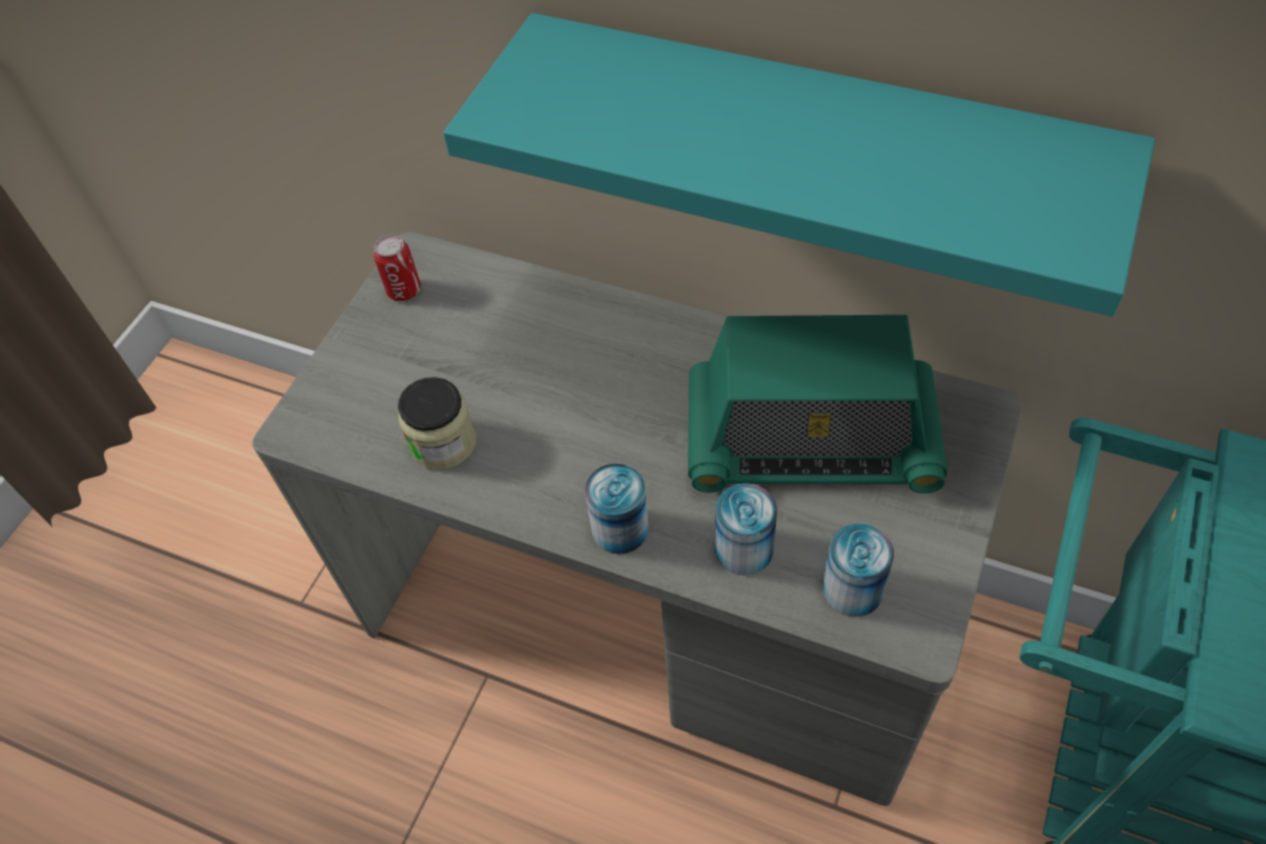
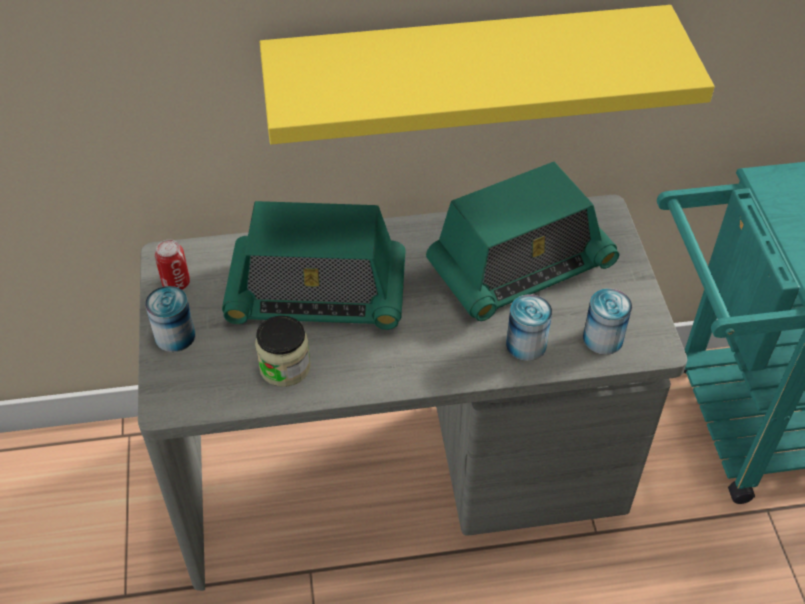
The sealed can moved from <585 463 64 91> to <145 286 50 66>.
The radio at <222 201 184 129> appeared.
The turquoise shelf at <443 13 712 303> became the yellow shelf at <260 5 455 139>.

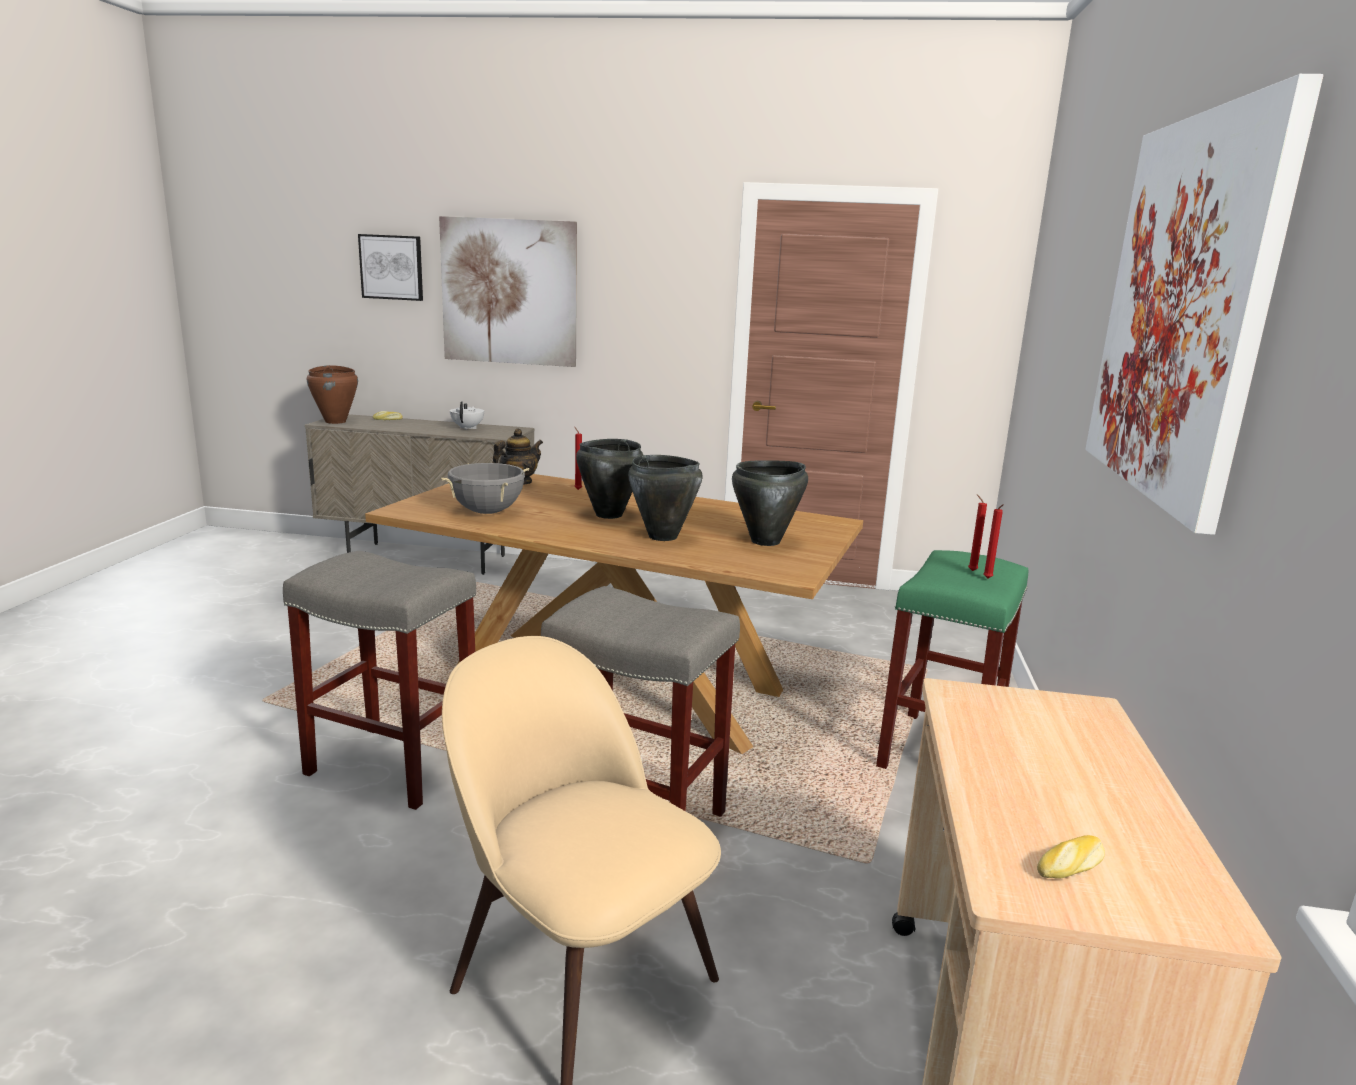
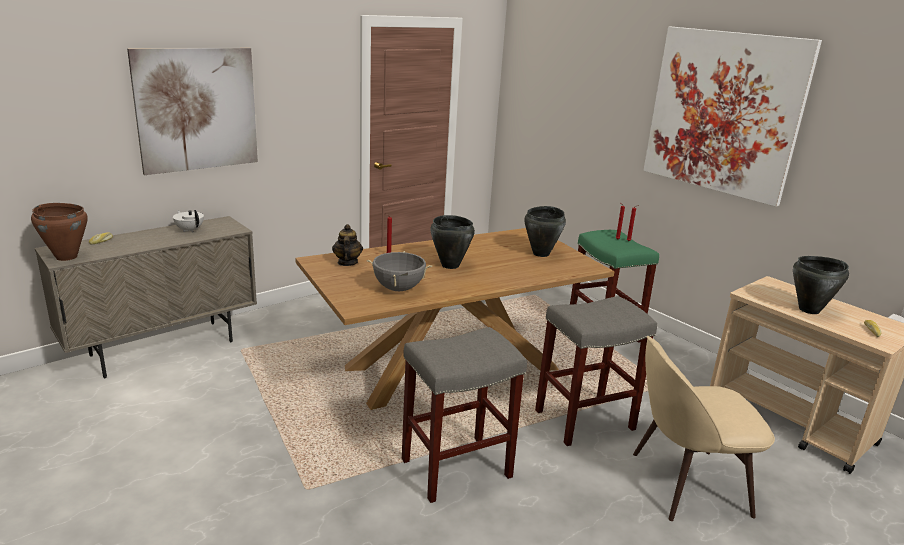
The black-coloured stockpot moved from <628 455 75 86> to <793 256 56 58>.
The picture at <358 234 65 67> disappeared.

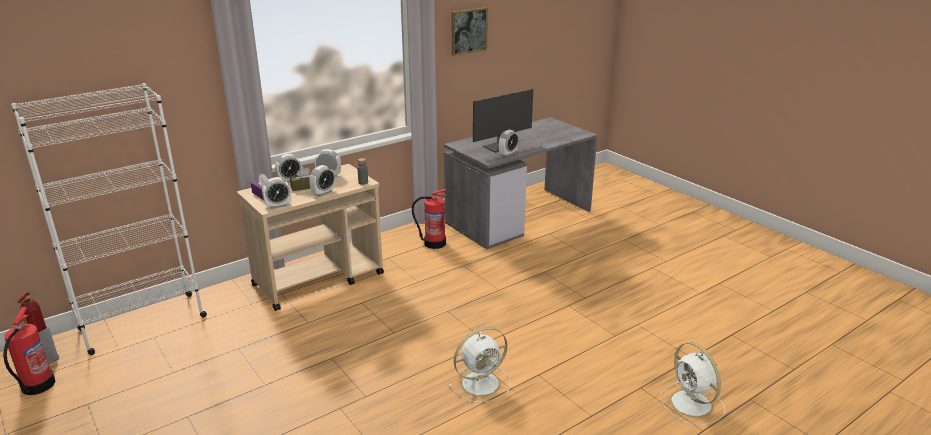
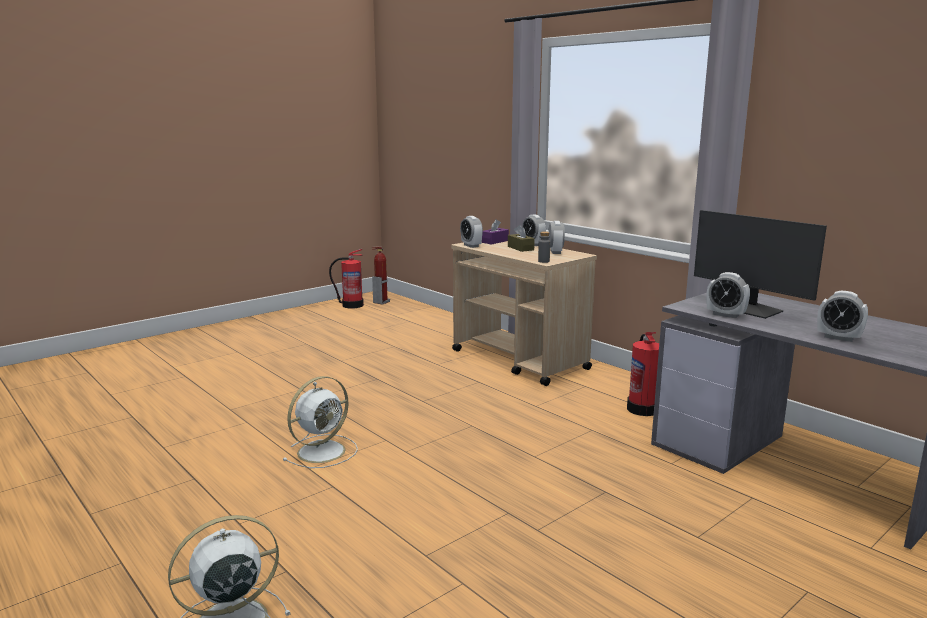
The whitish fan at <449 327 61 76> turned 105 degrees counterclockwise.
The table clock moved from <309 165 26 31> to <817 291 51 51>.
The whitish bookcase at <11 83 196 272> disappeared.
The picture at <451 7 37 49> disappeared.

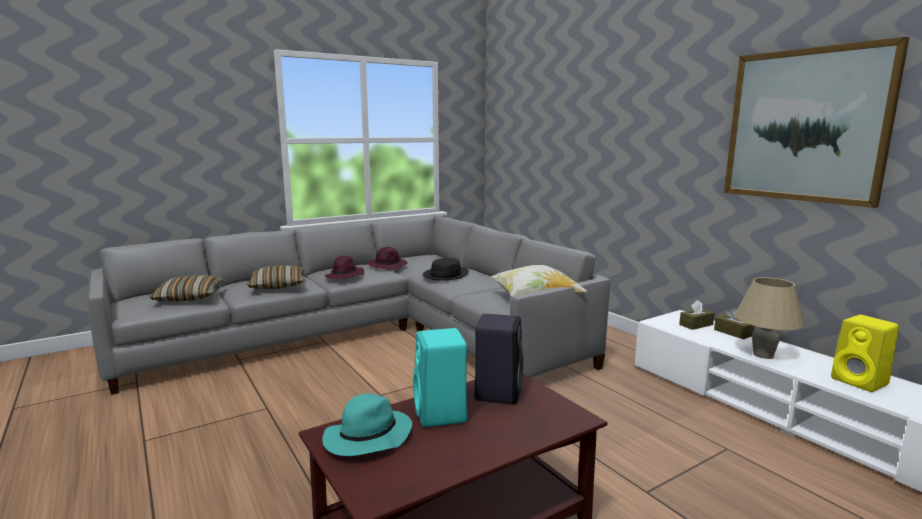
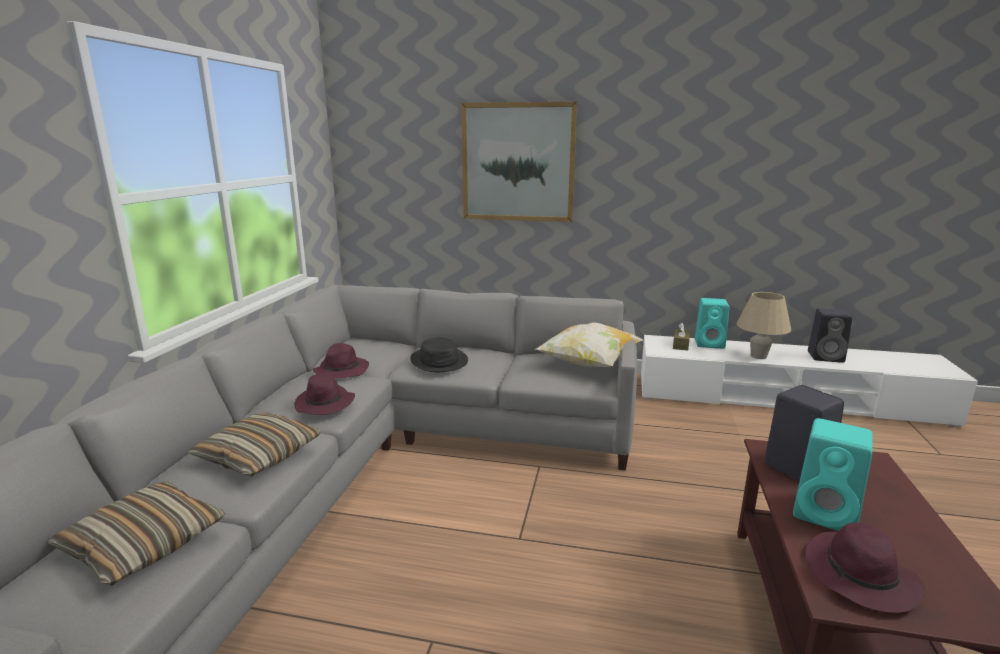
The picture moved from <724 37 186 171> to <461 102 116 120>.
The brown-coloured tissue box at <714 307 40 32> was replaced by the turquoise loudspeaker at <695 298 34 51>.
The turquoise hat at <322 393 90 63> became the purple hat at <805 523 120 90>.
The yellow loudspeaker at <831 315 68 77> became the black-coloured loudspeaker at <808 308 44 55>.

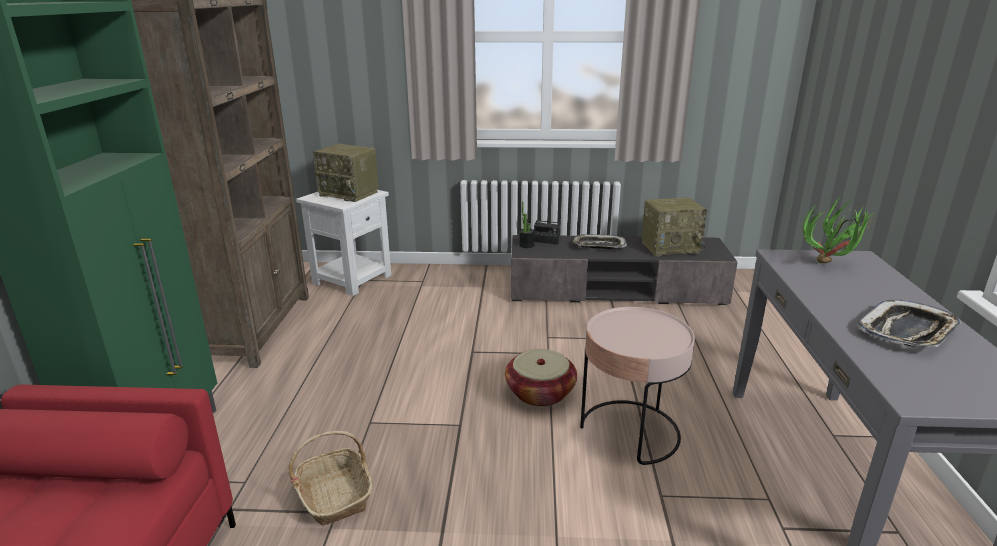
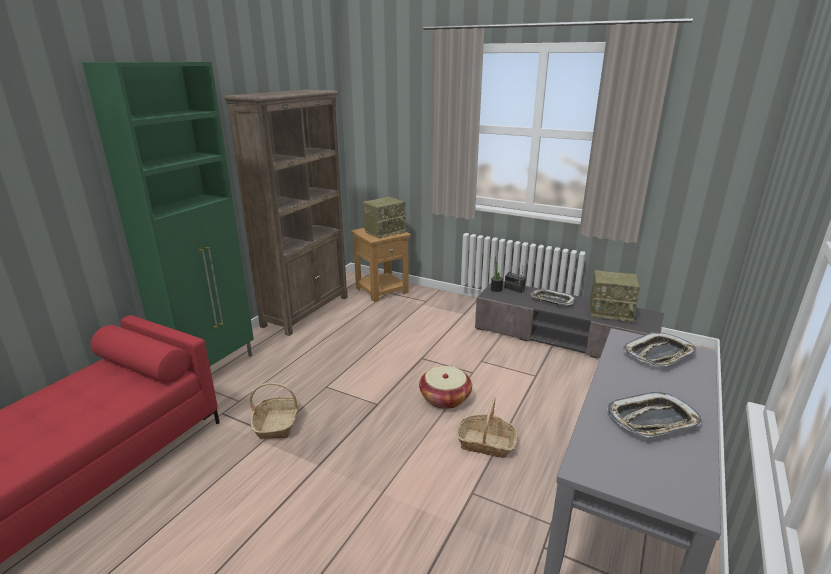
The whitish end table at <296 190 95 106> became the brown-coloured end table at <350 228 61 74>.
The radio at <313 144 66 58> turned 90 degrees counterclockwise.
The pink-coloured end table at <580 307 115 158> was replaced by the household basket at <457 397 61 61>.
The potted plant at <803 196 72 67> was replaced by the tray at <623 332 74 34>.

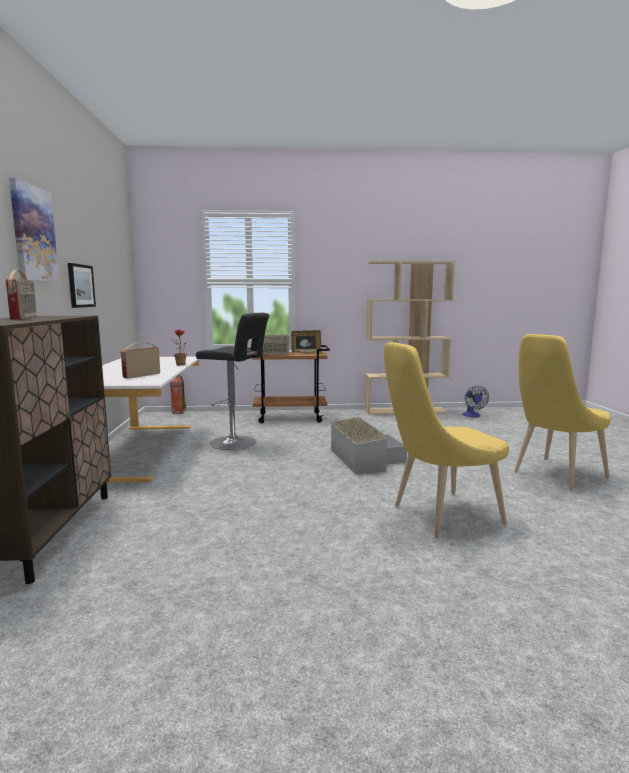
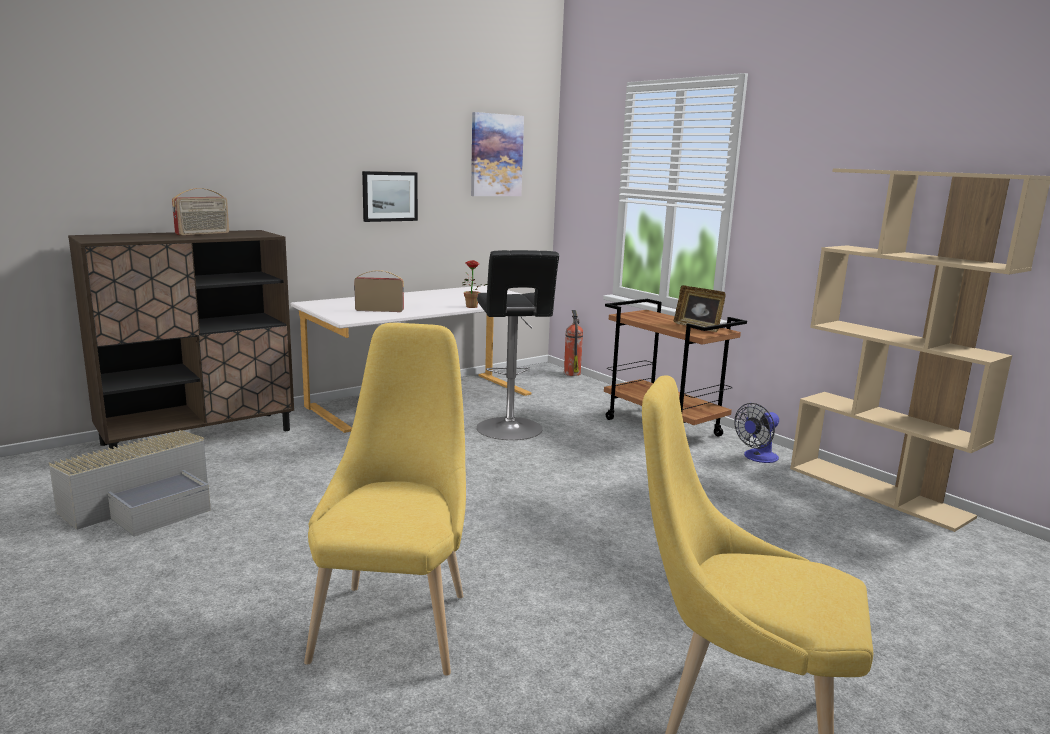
The greyish storage container moved from <331 417 76 58> to <49 430 162 107>.
The yellow chair at <384 342 125 195> turned 60 degrees clockwise.
The picture moved from <9 178 50 104> to <471 112 53 84>.
The fan moved from <462 386 27 31> to <734 403 45 60>.
The radio at <263 330 26 25> disappeared.

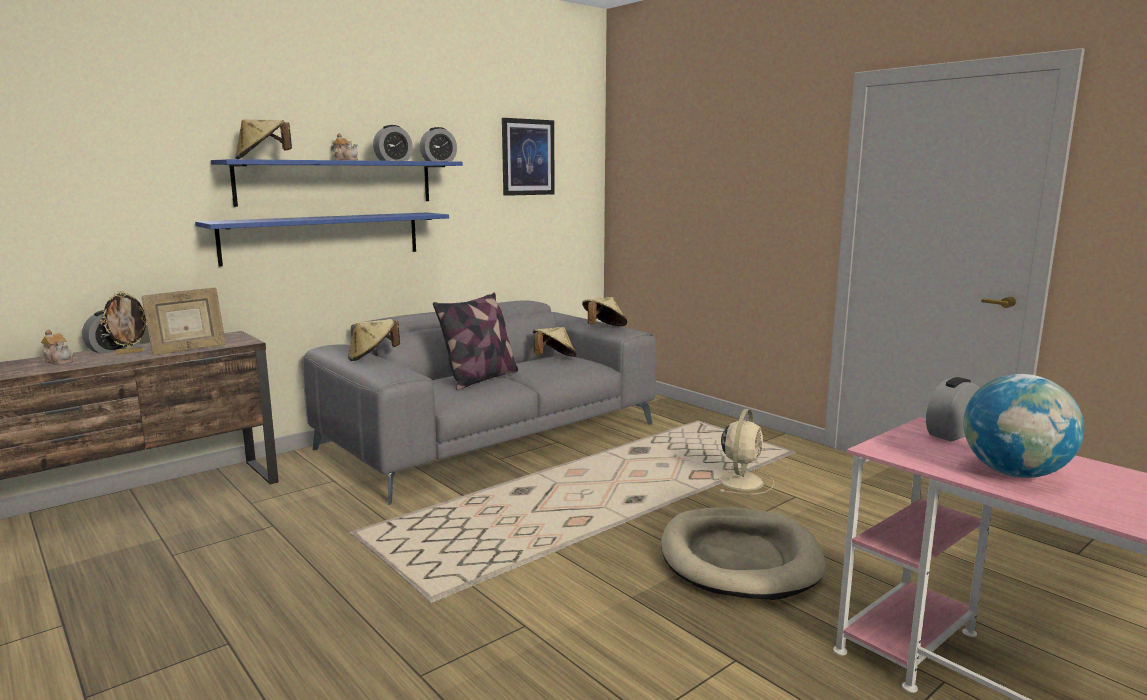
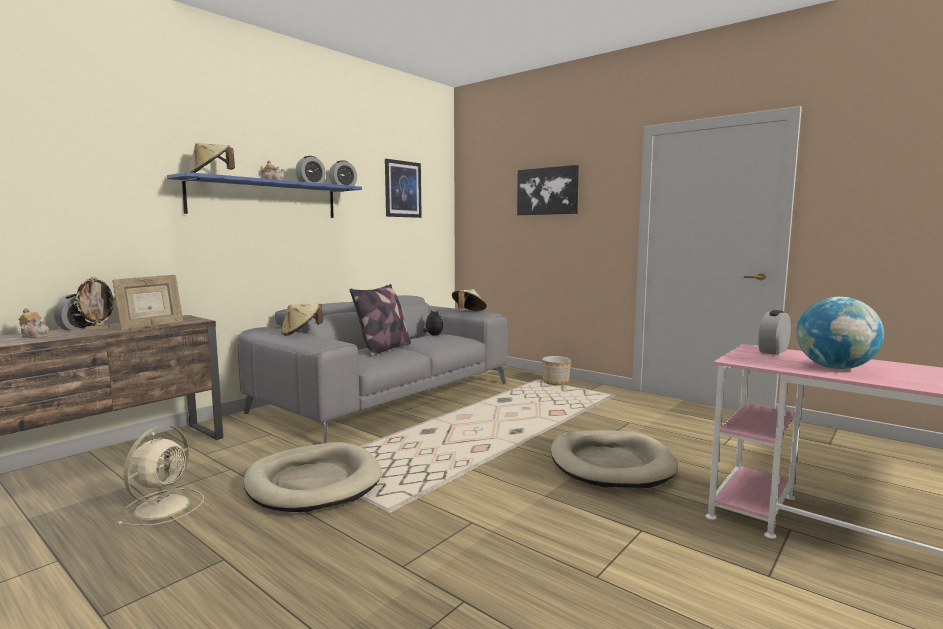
The sand-coloured fan moved from <710 409 64 85> to <116 425 88 101>.
The sand-coloured pet bed at <244 442 138 70> appeared.
The sand-coloured hat at <533 327 44 30> was replaced by the soft toy at <423 309 20 27>.
The picture at <517 165 62 50> appeared.
The planter at <542 356 29 29> appeared.
The blue shelf at <195 213 254 53> disappeared.

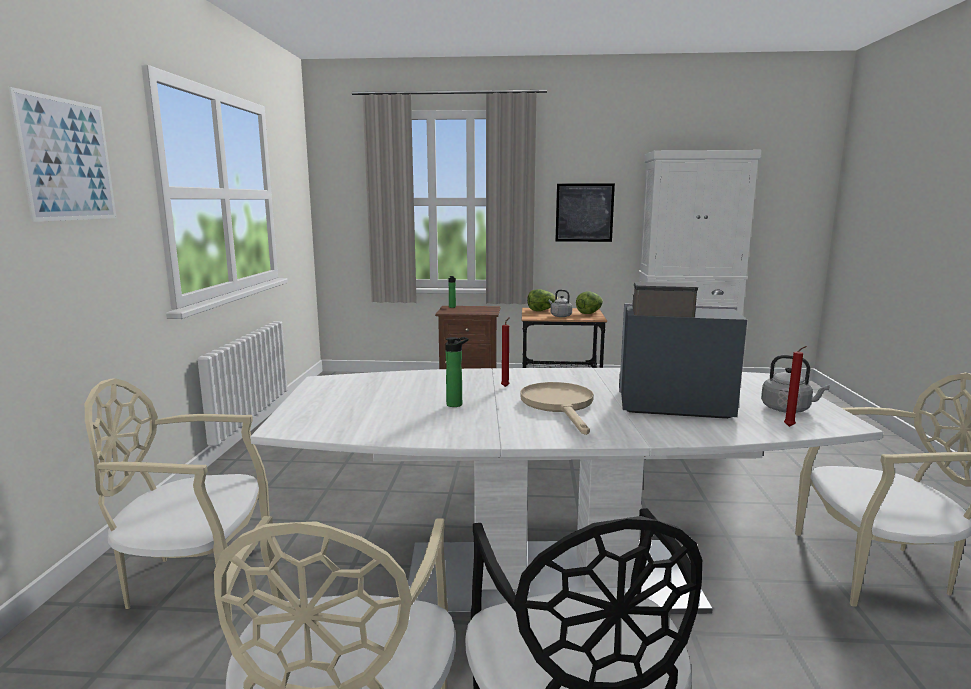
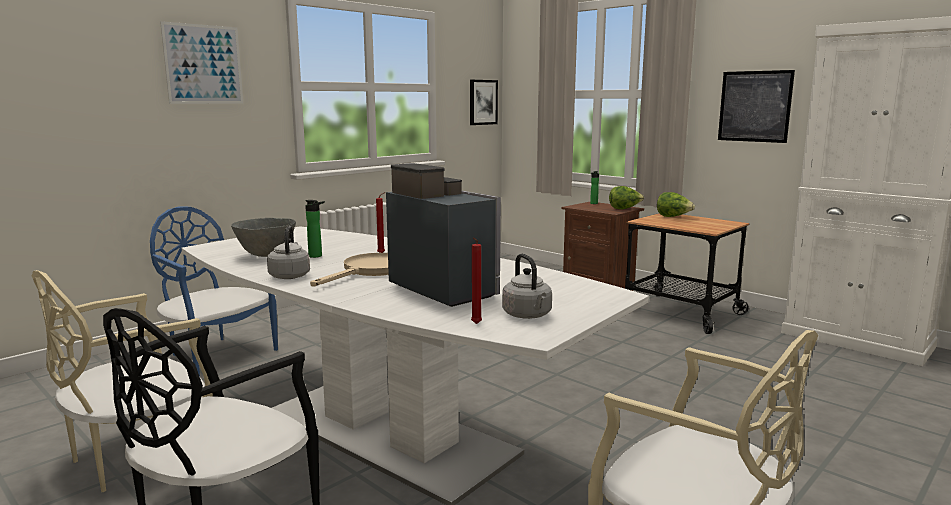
The sand-coloured chair at <85 378 185 242> became the blue chair at <150 206 128 171>.
The greyish bowl at <231 218 65 39> appeared.
The greyish water kettle moved from <549 290 23 27> to <267 226 43 53>.
The picture at <470 80 28 45> appeared.
The lettuce moved from <576 291 27 23> to <609 186 35 23>.

